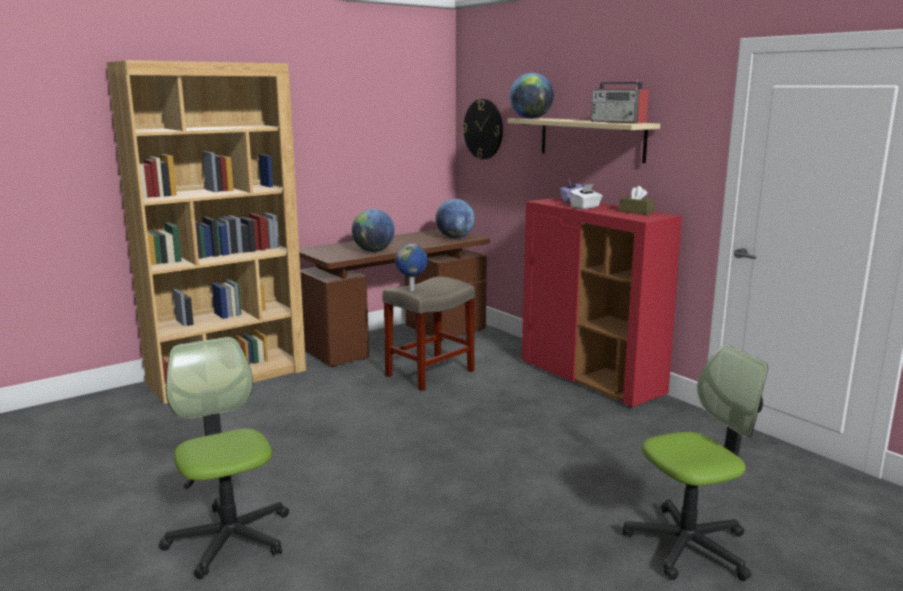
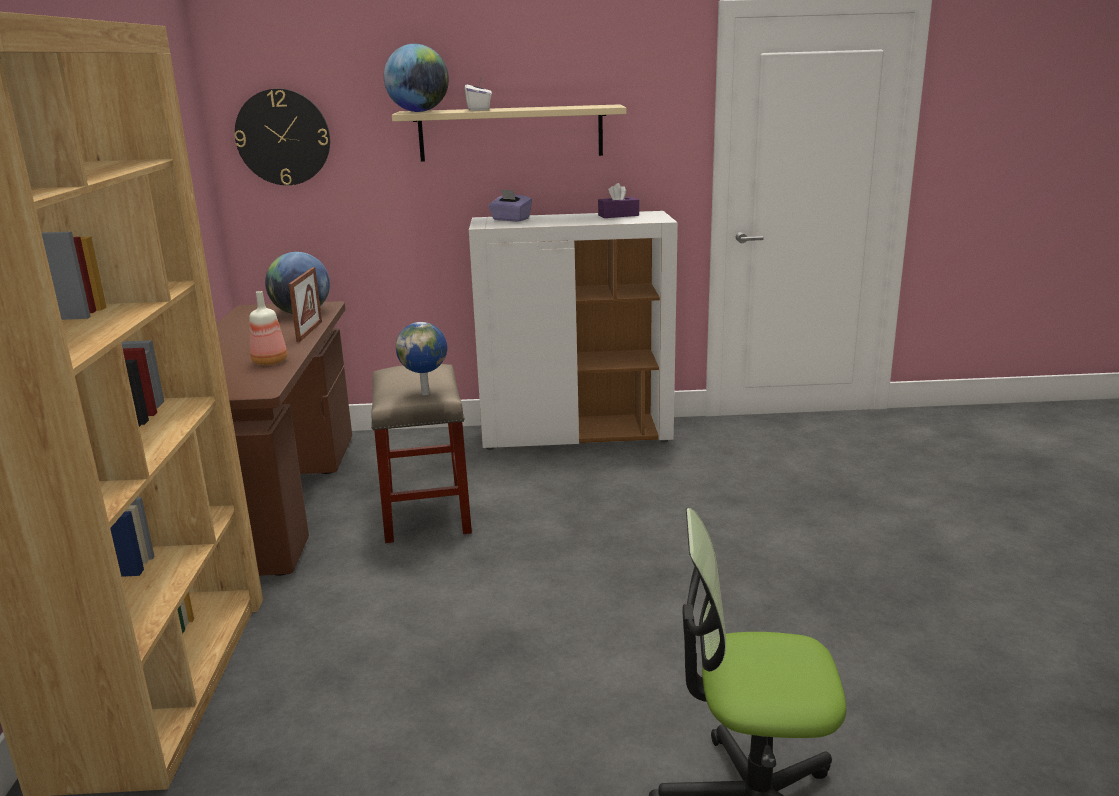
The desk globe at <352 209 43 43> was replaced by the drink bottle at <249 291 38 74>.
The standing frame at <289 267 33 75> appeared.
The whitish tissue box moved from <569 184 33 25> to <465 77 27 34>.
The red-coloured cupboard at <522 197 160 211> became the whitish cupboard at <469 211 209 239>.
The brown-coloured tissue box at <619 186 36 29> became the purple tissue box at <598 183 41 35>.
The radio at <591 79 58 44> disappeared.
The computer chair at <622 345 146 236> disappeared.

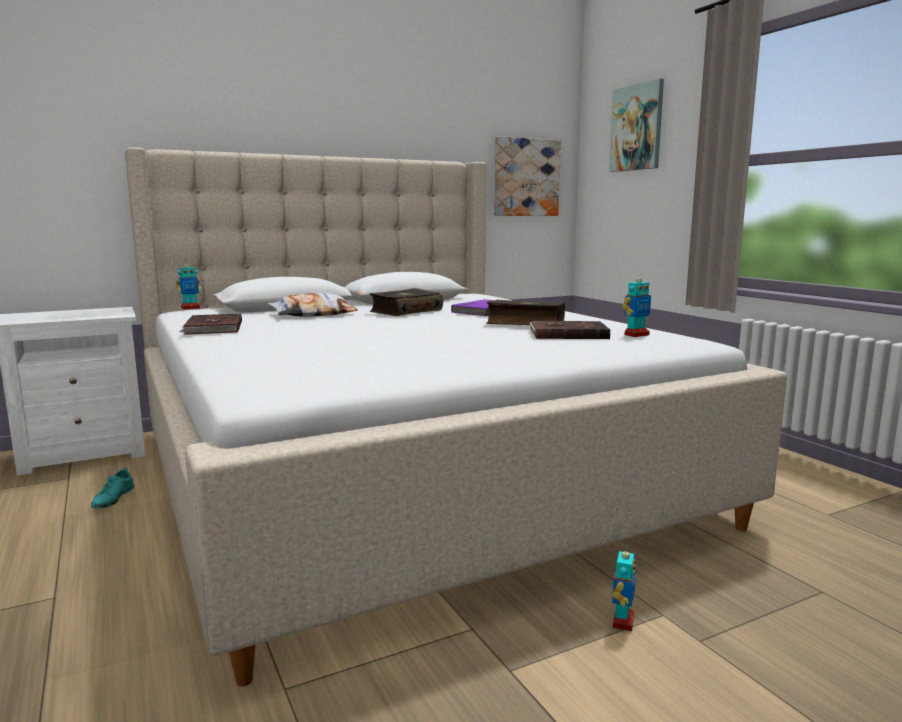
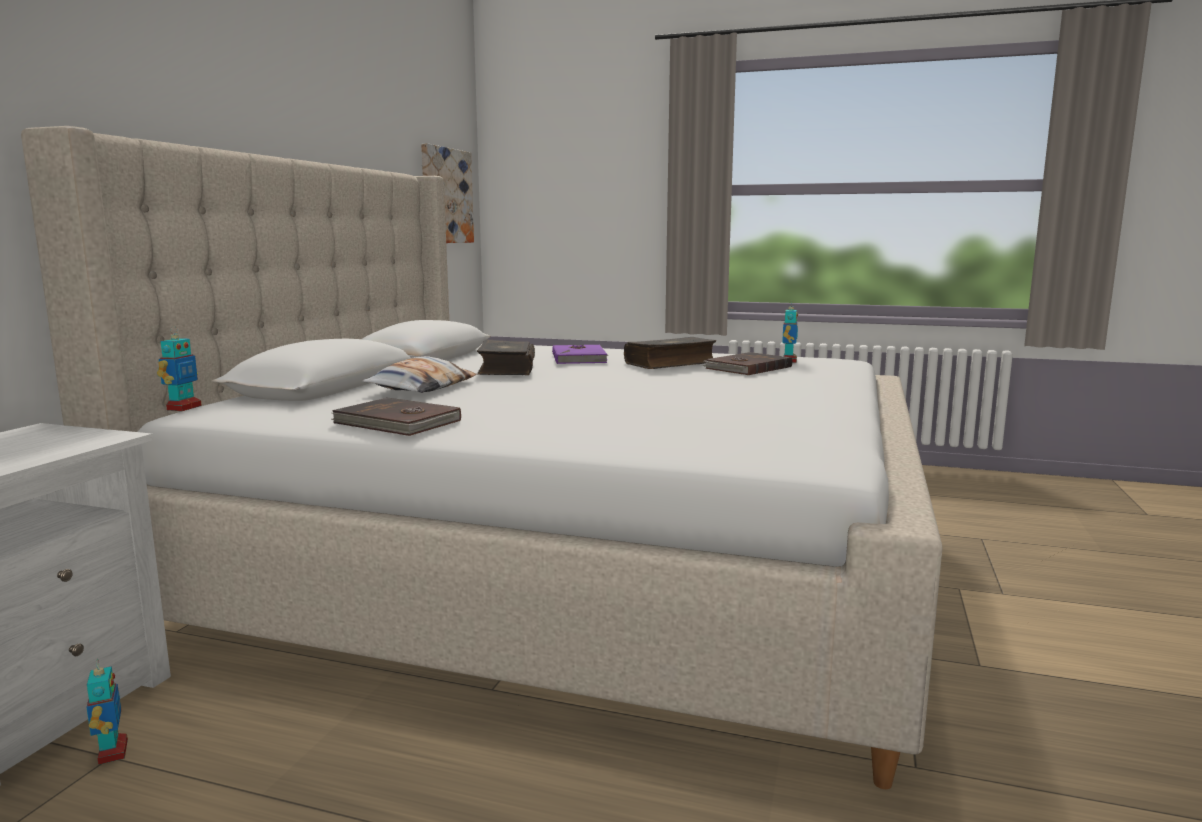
The toy robot moved from <612 544 24 87> to <86 661 42 103>.
The turquoise shoe at <91 468 43 41> disappeared.
The picture at <609 78 55 94> disappeared.

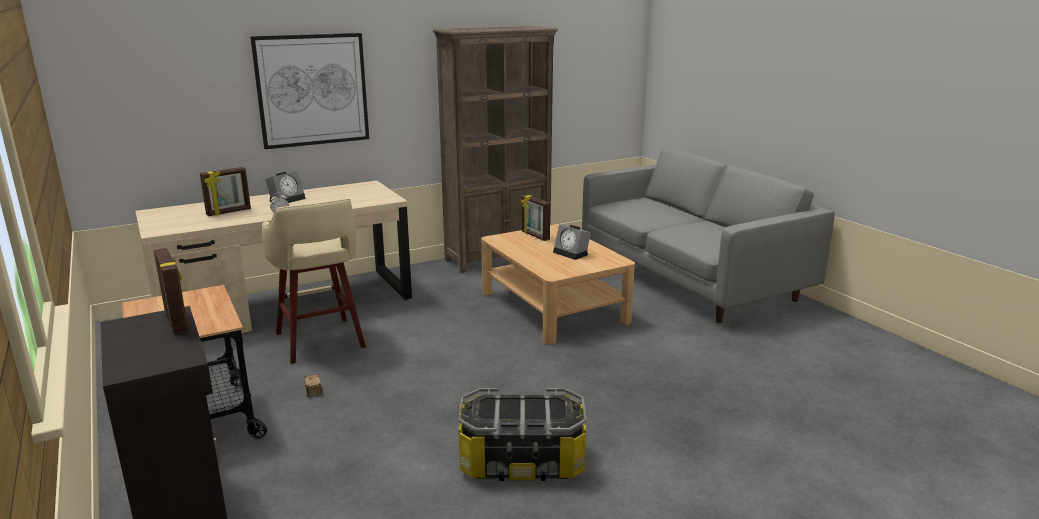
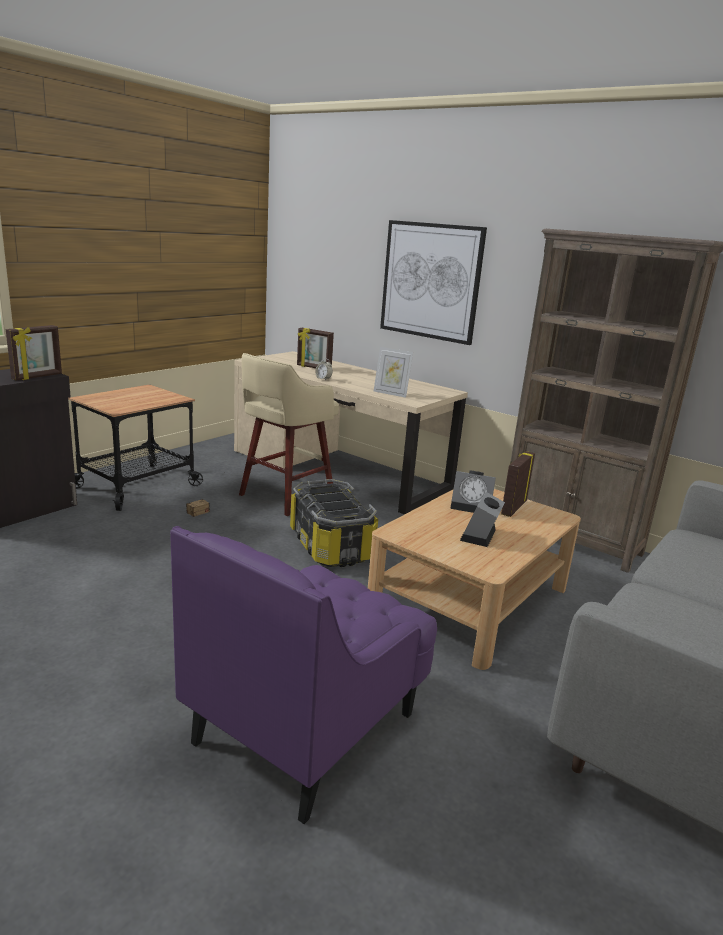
The purple armchair at <170 526 267 298> appeared.
The storage container moved from <458 388 129 93> to <290 479 88 88>.
The standing frame at <374 347 39 51> appeared.
The table clock moved from <265 171 41 32> to <450 471 46 42>.

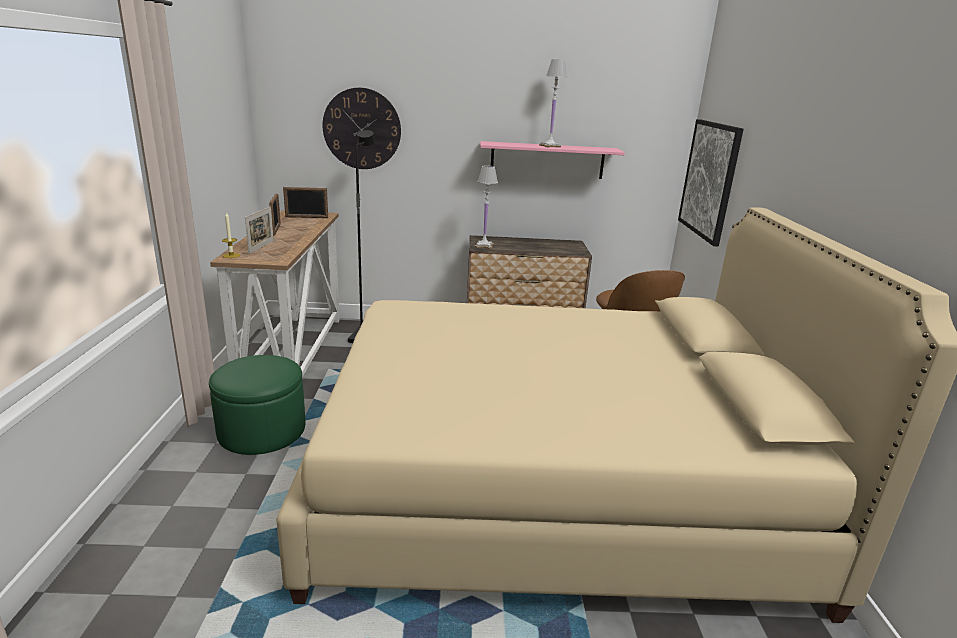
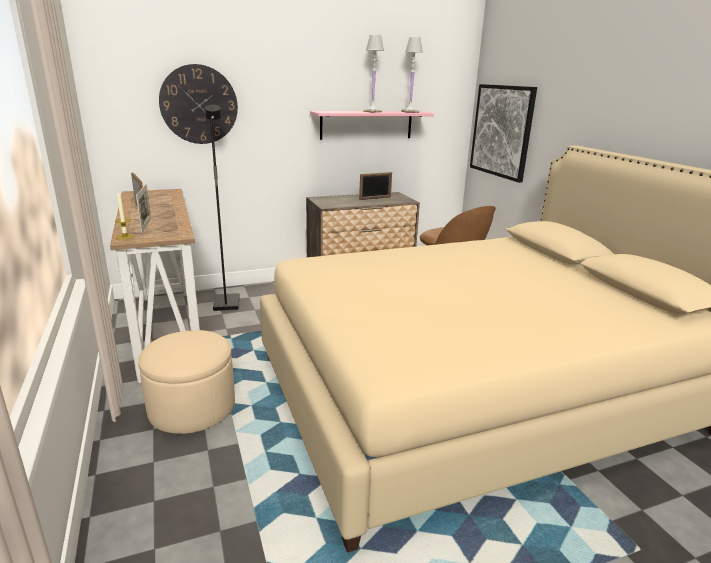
The green ottoman at <209 355 96 100> became the sand-coloured ottoman at <138 330 97 104>.
The standing frame moved from <283 187 45 31> to <359 172 33 28>.
The whitish tabletop lamp moved from <475 165 23 84> to <401 37 22 76>.

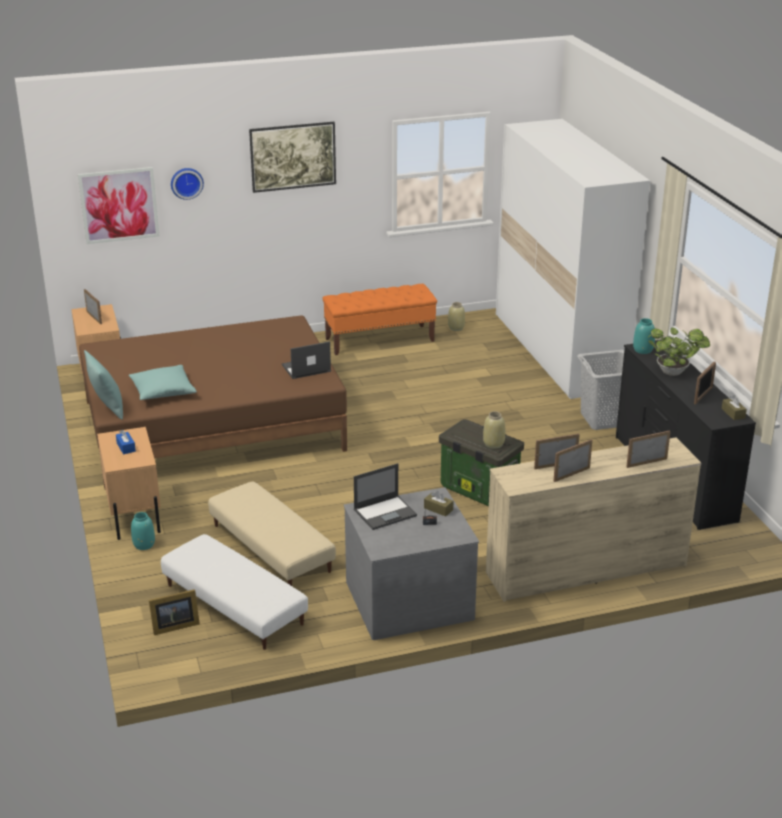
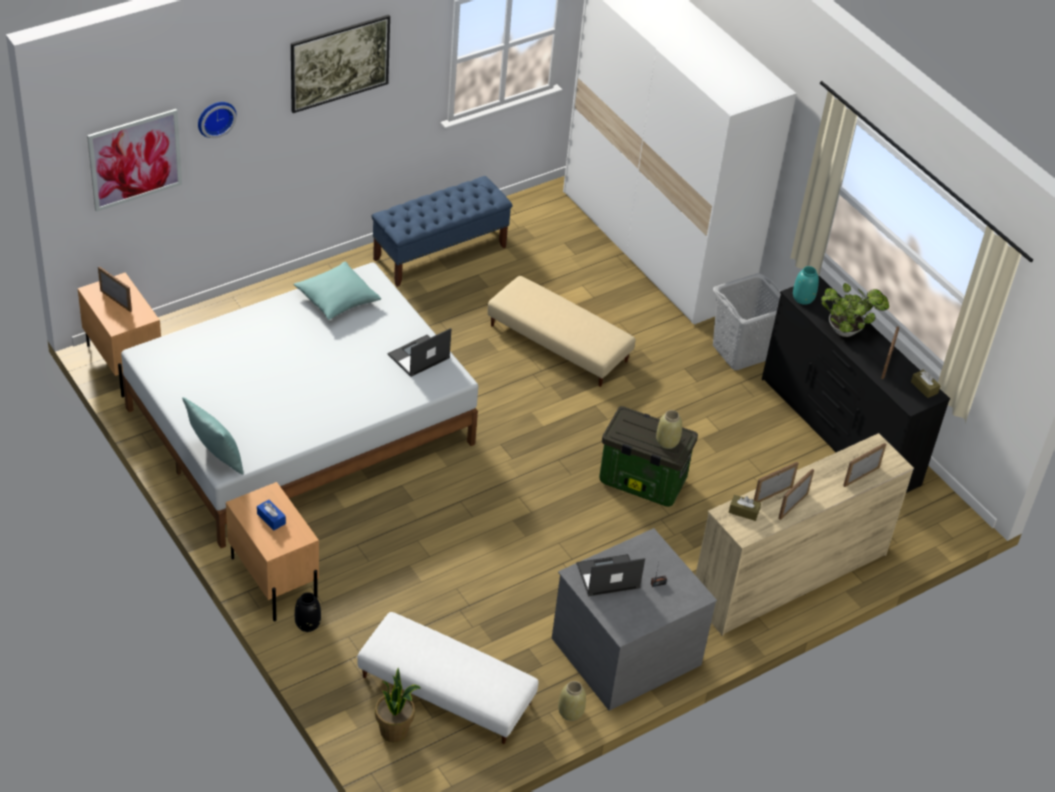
The brown-coloured bedroom bed at <79 315 268 175> became the whitish bedroom bed at <121 262 357 286>.
The turquoise cushion moved from <129 365 68 35> to <294 261 87 59>.
The turquoise flower vase at <131 512 24 38> became the black-coloured flower vase at <295 592 26 40>.
The orangey indoor bench at <322 284 115 71> became the blue indoor bench at <372 176 141 111>.
The standing frame at <149 589 51 46> was replaced by the potted plant at <375 668 46 74>.
The sand-coloured ottoman moved from <208 481 128 105> to <487 276 149 111>.
The sand-coloured flower vase moved from <448 302 17 29> to <558 681 28 40>.
The portable computer at <354 463 63 67> turned 150 degrees counterclockwise.
The brown-coloured tissue box moved from <424 491 29 26> to <729 495 32 26>.

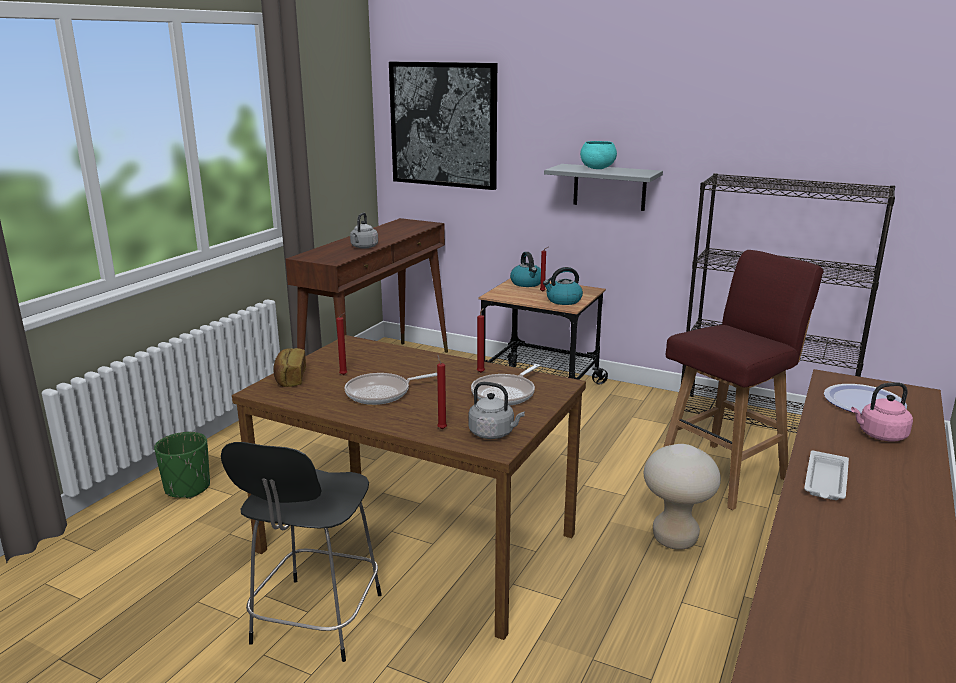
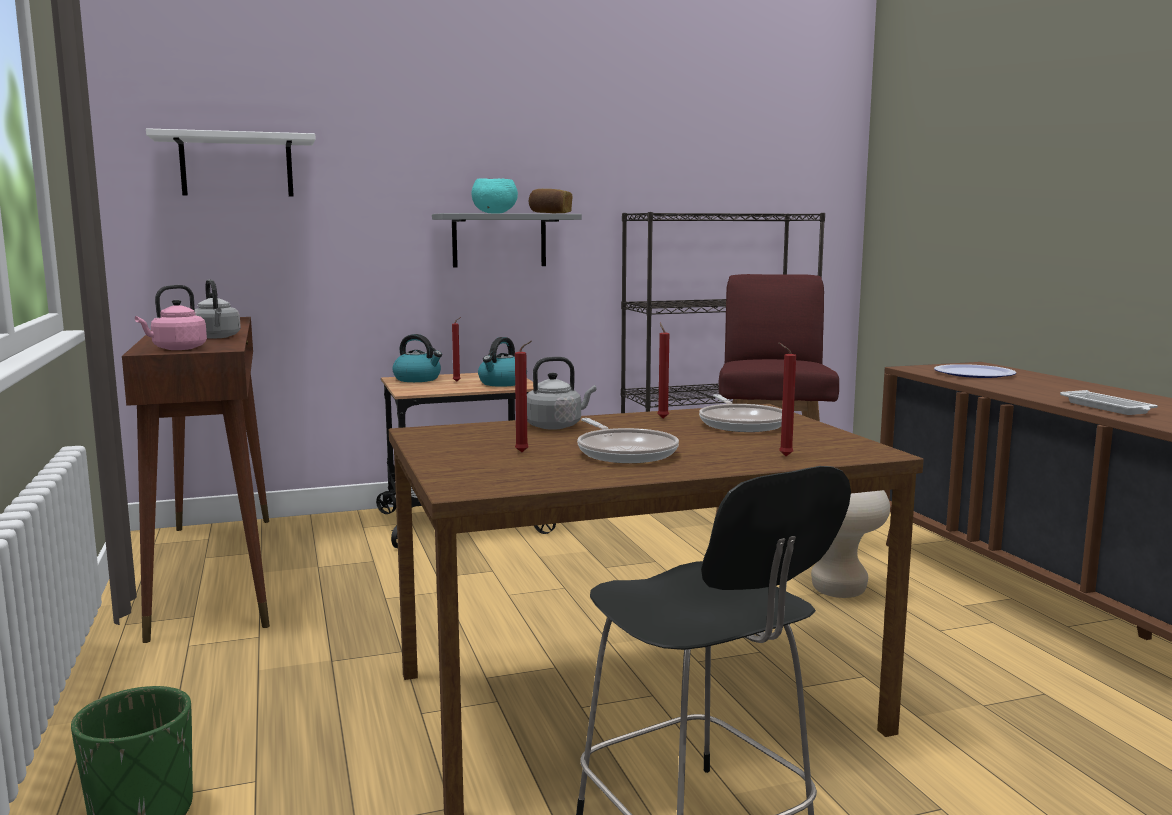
The pink-coloured water kettle moved from <851 382 62 60> to <135 285 72 65>.
The picture at <389 62 108 128> was replaced by the whitish shelf at <146 128 170 69>.
The greyish water kettle moved from <468 382 57 57> to <527 357 69 73>.
The baked bread moved from <274 348 32 39> to <529 189 43 24>.
The skillet at <345 373 92 32> turned 45 degrees counterclockwise.

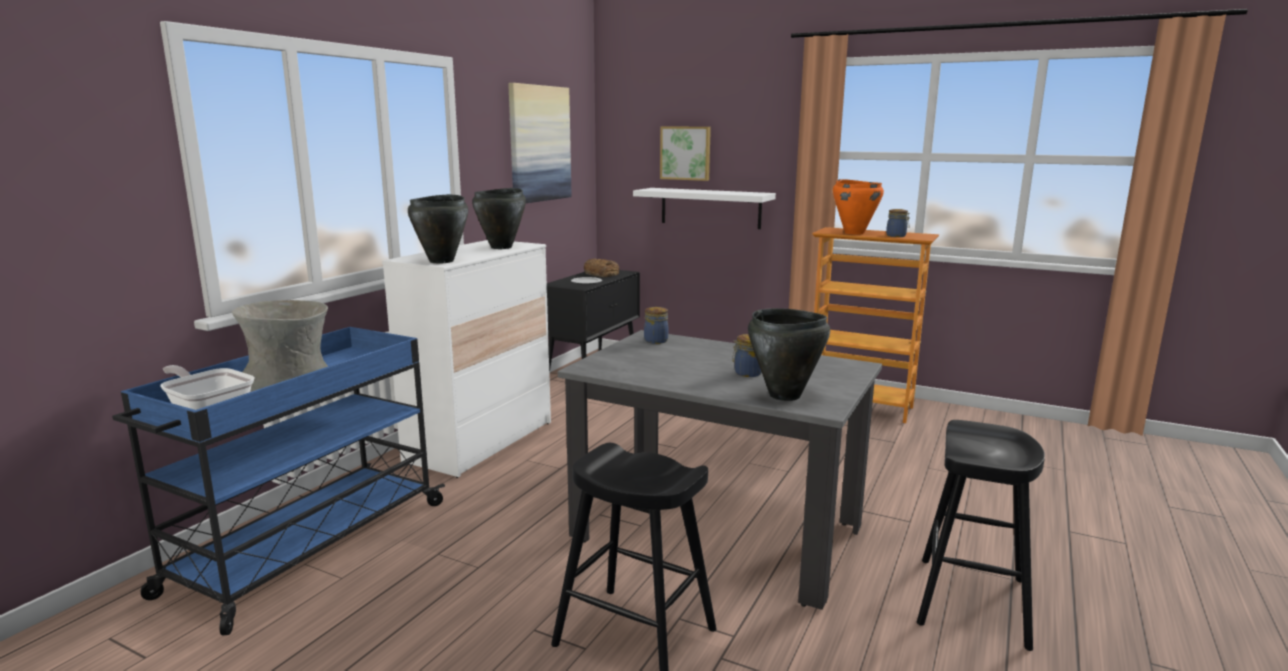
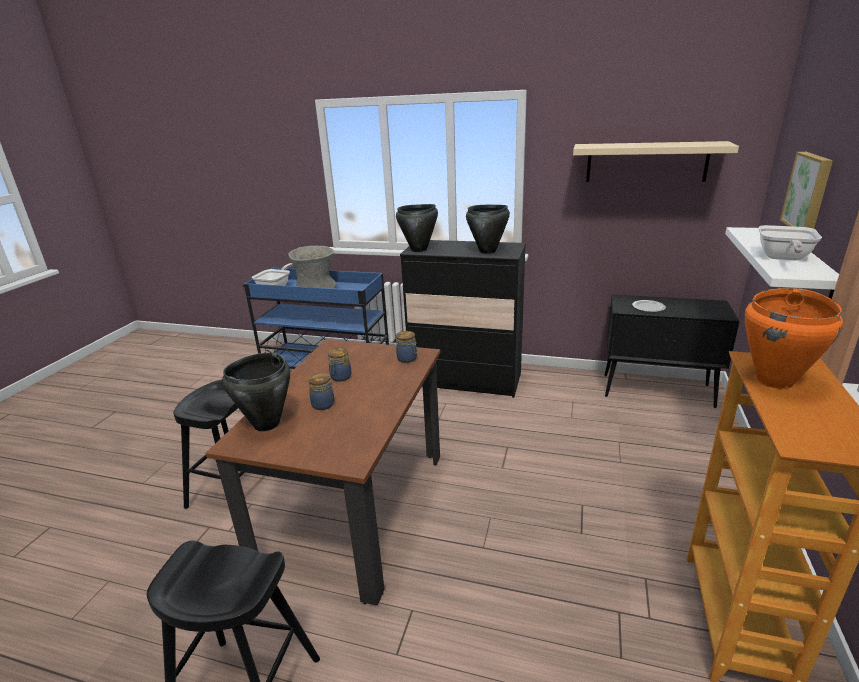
The greyish dinner table at <558 330 324 280> became the brown-coloured dinner table at <206 339 234 267>.
The jar moved from <886 209 24 28> to <328 348 24 34>.
The whitish dresser at <382 240 169 238> became the black-coloured dresser at <400 240 126 158>.
The picture at <508 83 64 120> was replaced by the sand-coloured shelf at <573 141 166 41>.
The skillet at <758 225 64 35> appeared.
The baked bread at <584 258 35 19> disappeared.

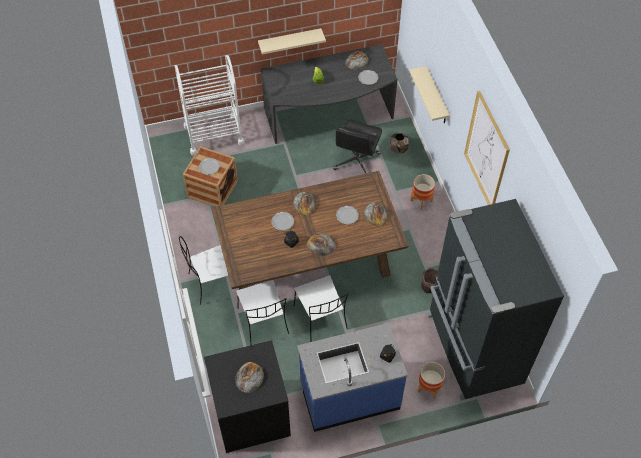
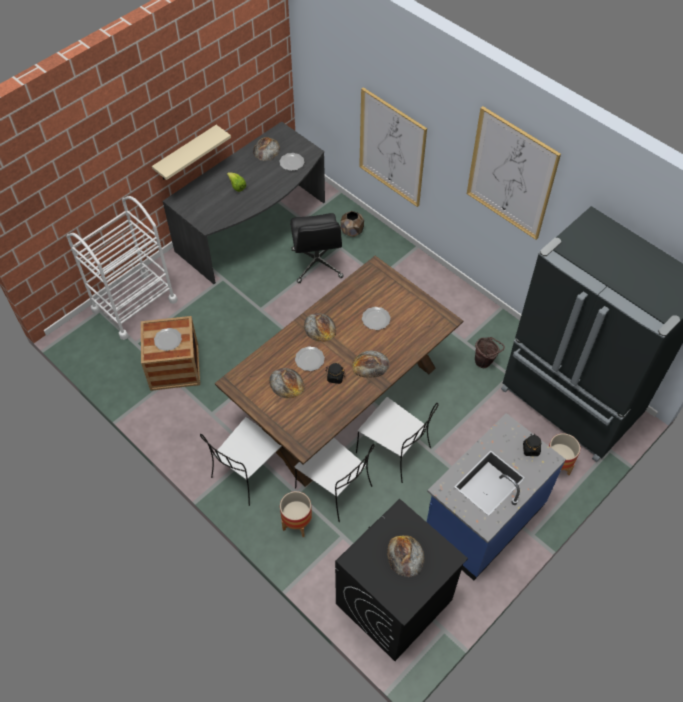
The baked bread moved from <364 202 24 24> to <269 368 36 31>.
The planter moved from <411 174 24 36> to <280 491 32 46>.
The sand-coloured shelf at <409 66 41 57> was replaced by the picture at <359 87 68 120>.

